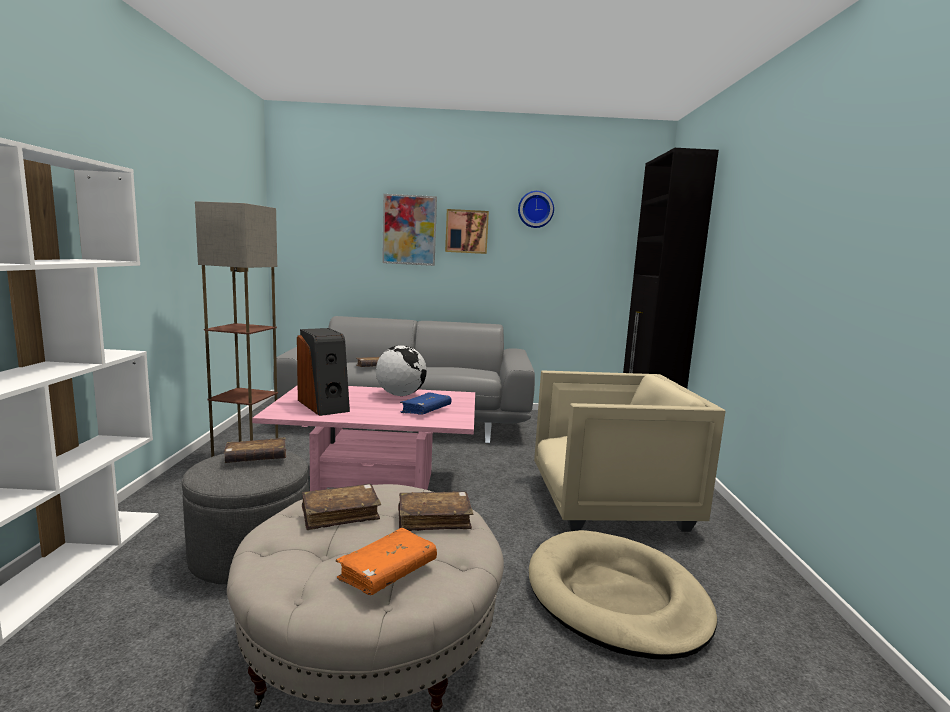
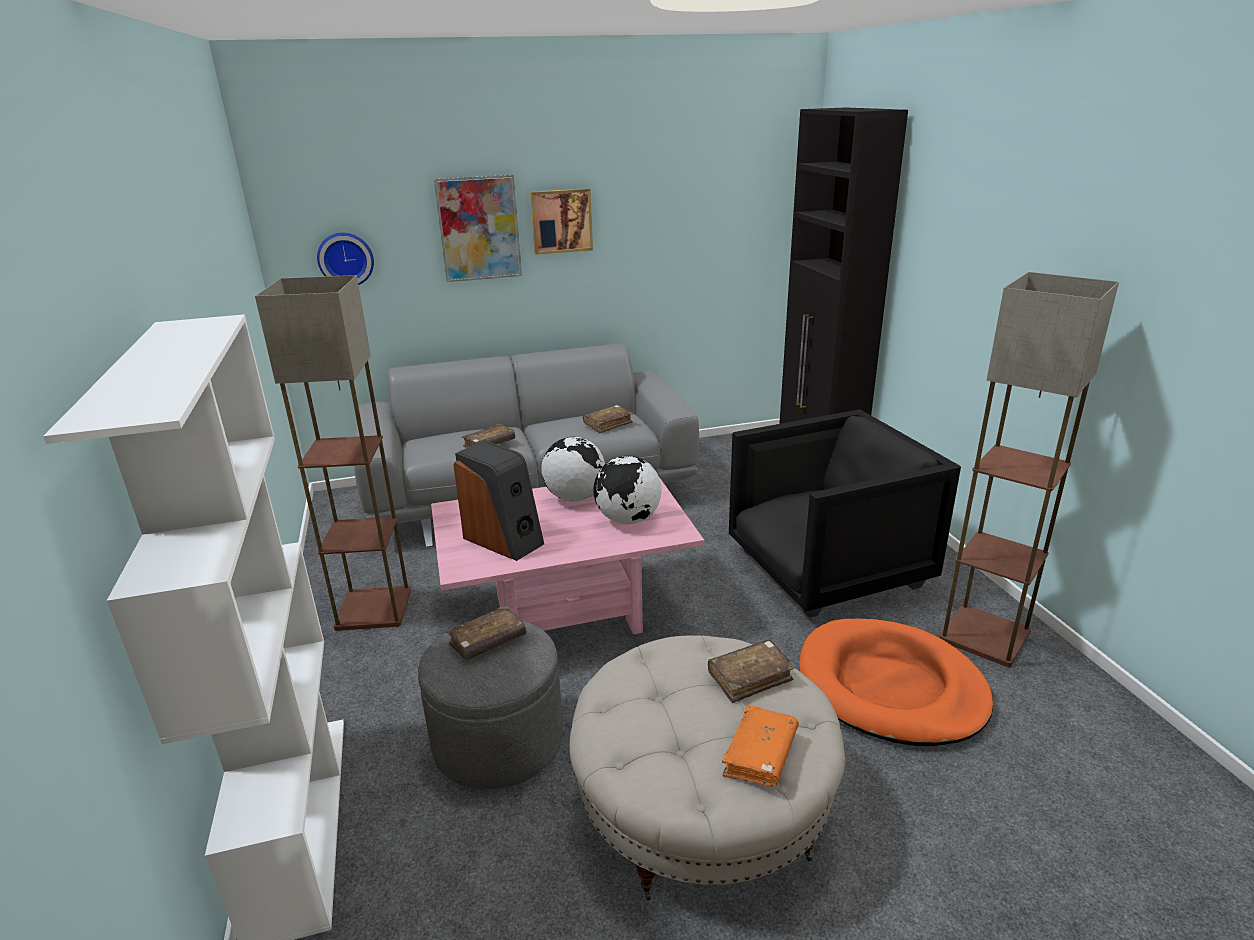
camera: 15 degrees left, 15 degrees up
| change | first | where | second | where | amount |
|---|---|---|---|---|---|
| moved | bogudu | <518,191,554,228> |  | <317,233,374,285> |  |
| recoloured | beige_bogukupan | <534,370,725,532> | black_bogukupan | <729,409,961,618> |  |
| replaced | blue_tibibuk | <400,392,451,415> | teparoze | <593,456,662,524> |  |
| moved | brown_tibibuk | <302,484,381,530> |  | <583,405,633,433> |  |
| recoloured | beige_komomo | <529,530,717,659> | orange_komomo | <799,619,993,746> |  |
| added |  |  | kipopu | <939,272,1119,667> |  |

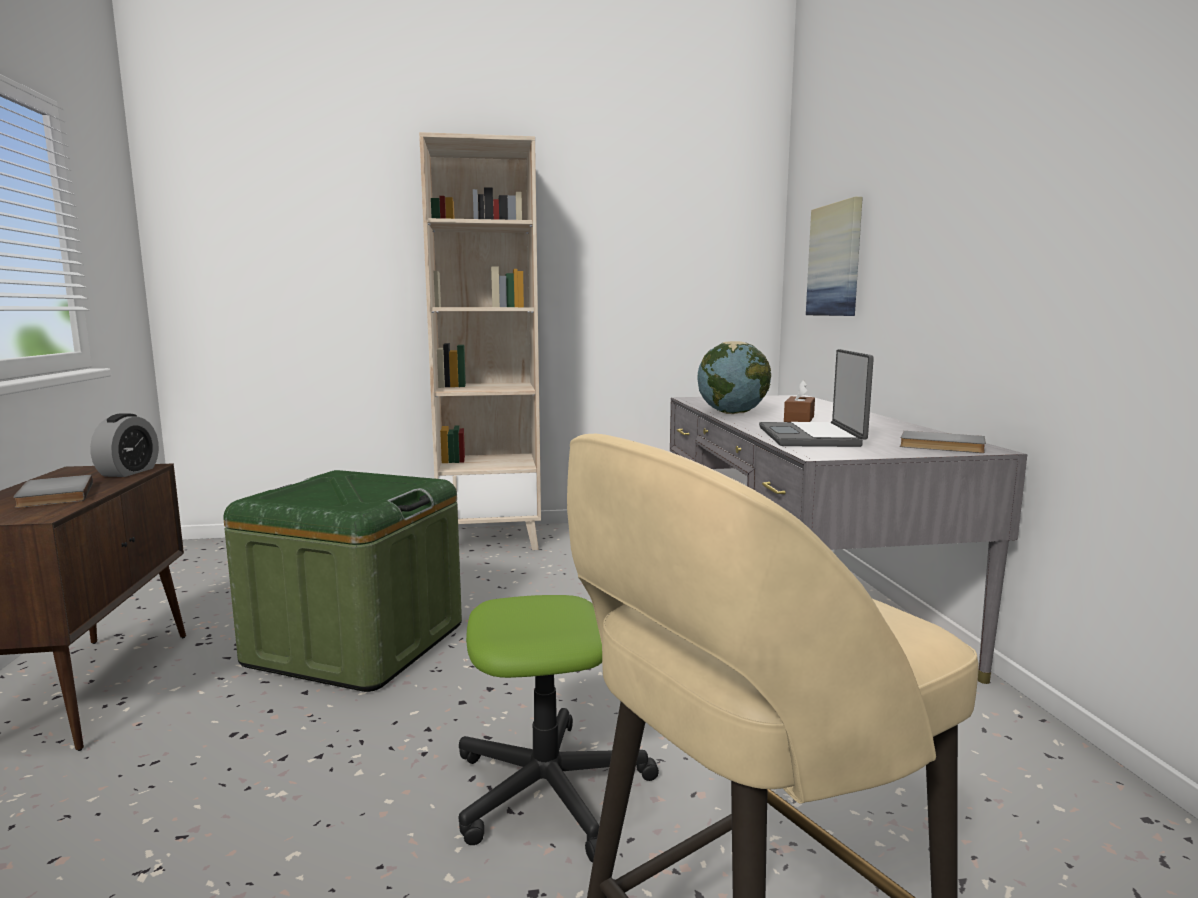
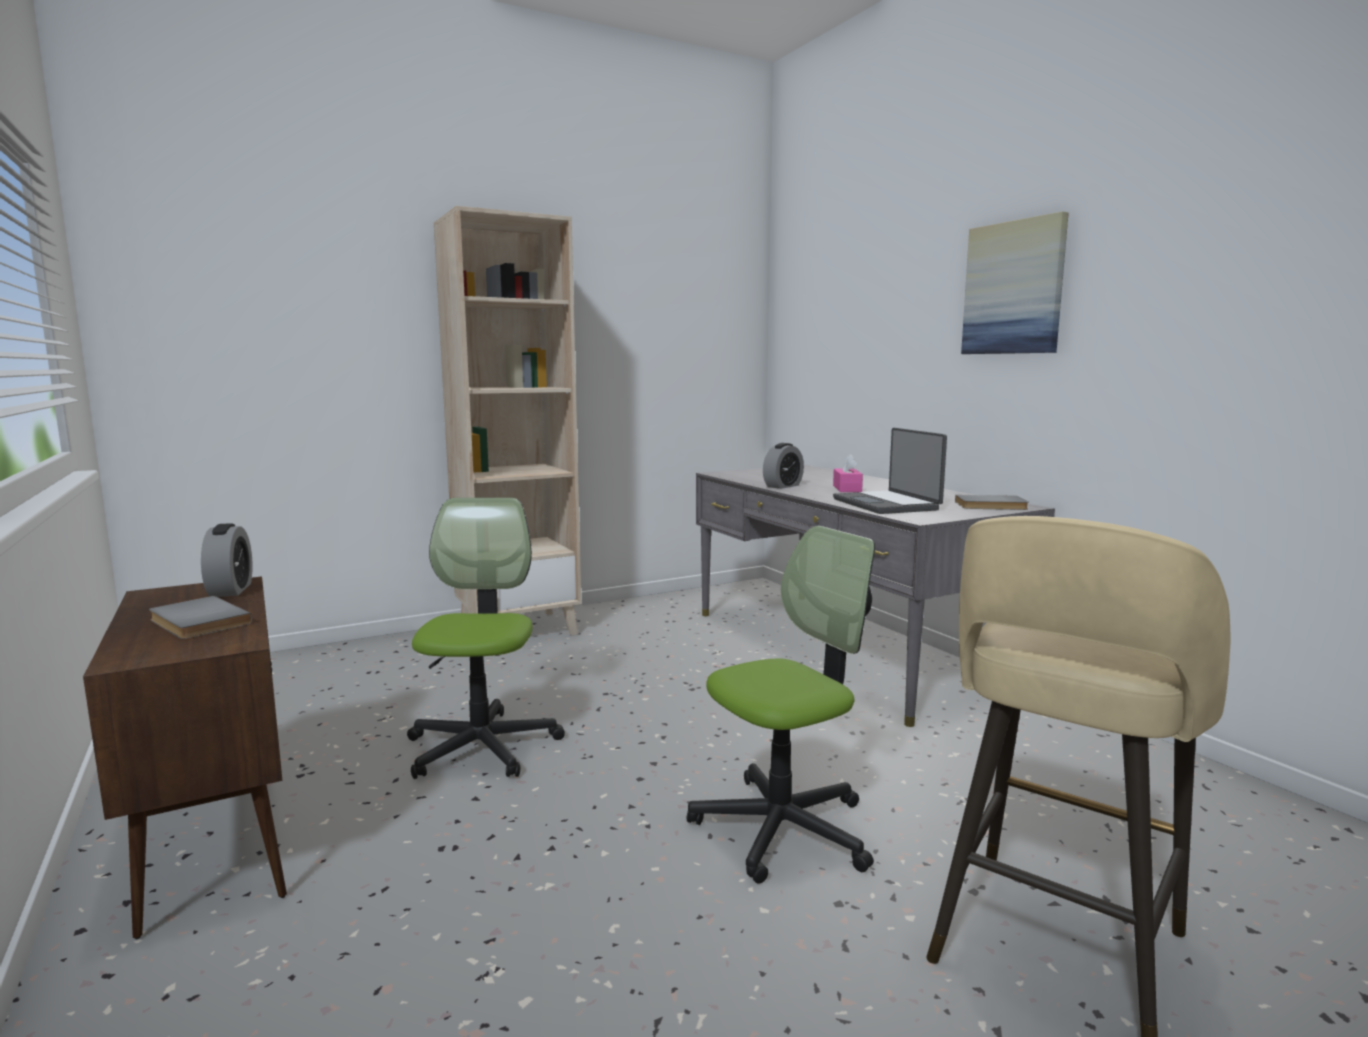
camera: 20 degrees left, 0 degrees up
| change | first | where | second | where | amount |
|---|---|---|---|---|---|
| moved | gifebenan | <806,197,863,316> |  | <961,211,1069,354> |  |
| replaced | teparoze | <697,341,771,414> | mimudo | <763,443,804,489> |  |
| recoloured | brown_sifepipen | <784,380,815,422> | pink_sifepipen | <833,454,863,492> |  |
| replaced | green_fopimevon | <223,470,462,692> | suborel | <407,498,565,779> |  |

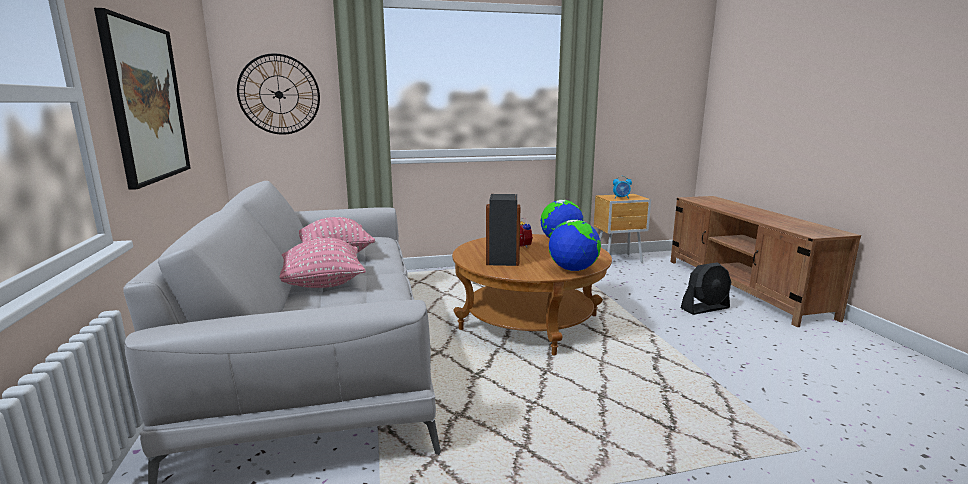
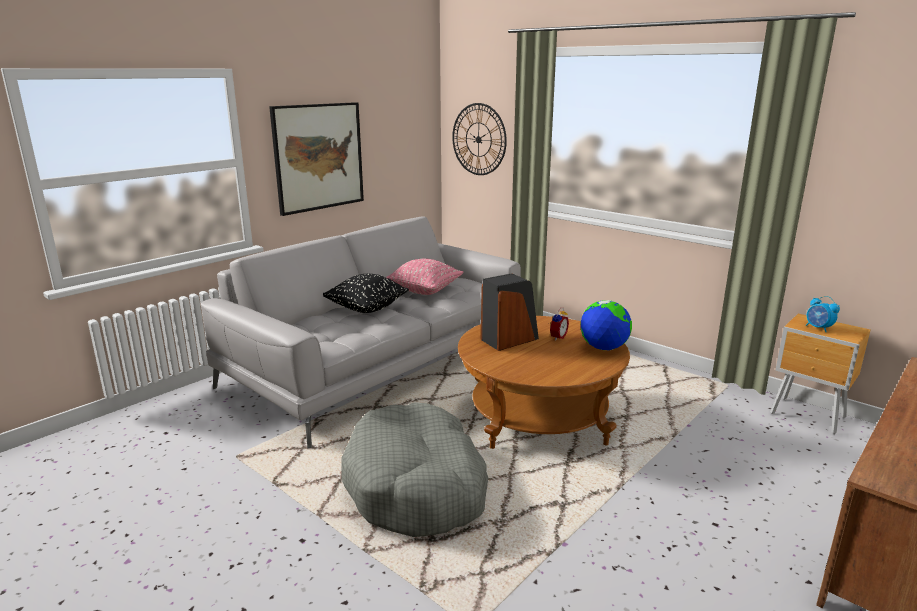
camera: 55 degrees right, 5 degrees up
| change | first | where | second | where | amount |
|---|---|---|---|---|---|
| removed | teparoze | <549,220,601,271> |  |  |  |
| recoloured | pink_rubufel | <279,238,366,288> | black_rubufel | <323,274,409,313> |  |
| removed | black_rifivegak | <681,262,731,315> |  |  |  |
| added |  |  | grey_komomo | <341,402,488,537> |  |

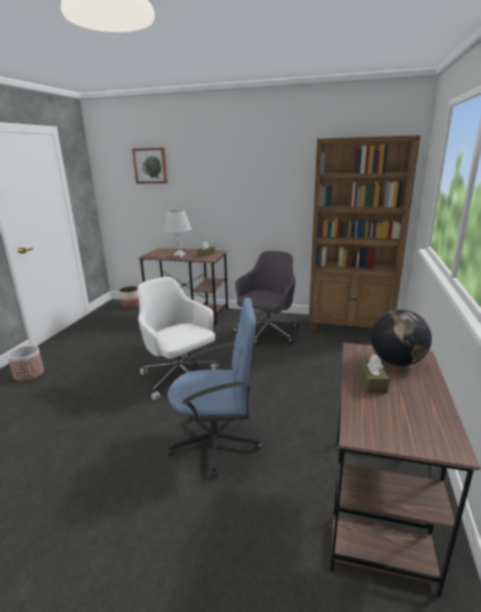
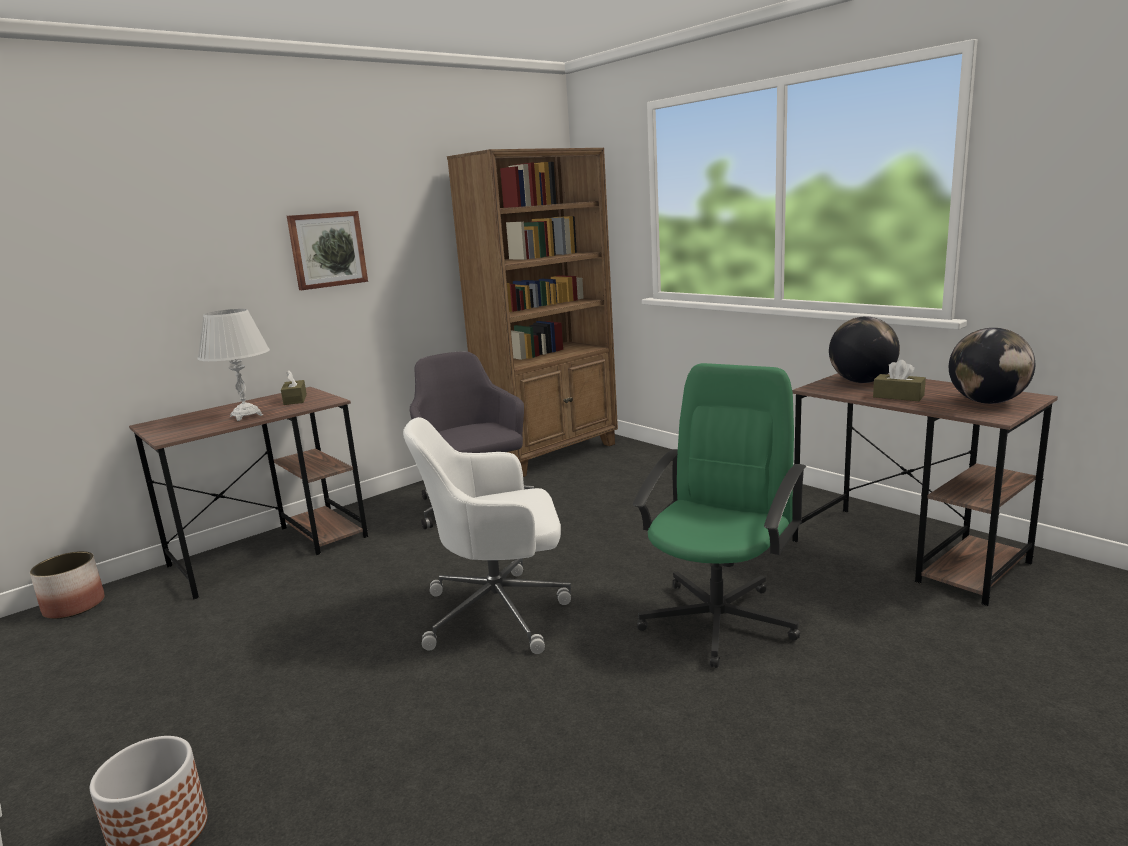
camera: 55 degrees left, 5 degrees down
| change | first | where | second | where | amount |
|---|---|---|---|---|---|
| moved | gifebenan | <132,148,167,184> |  | <287,211,368,290> |  |
| recoloured | blue_suborel | <168,298,262,478> | green_suborel | <633,363,806,668> |  |
| added |  |  | teparoze | <949,328,1035,404> |  |

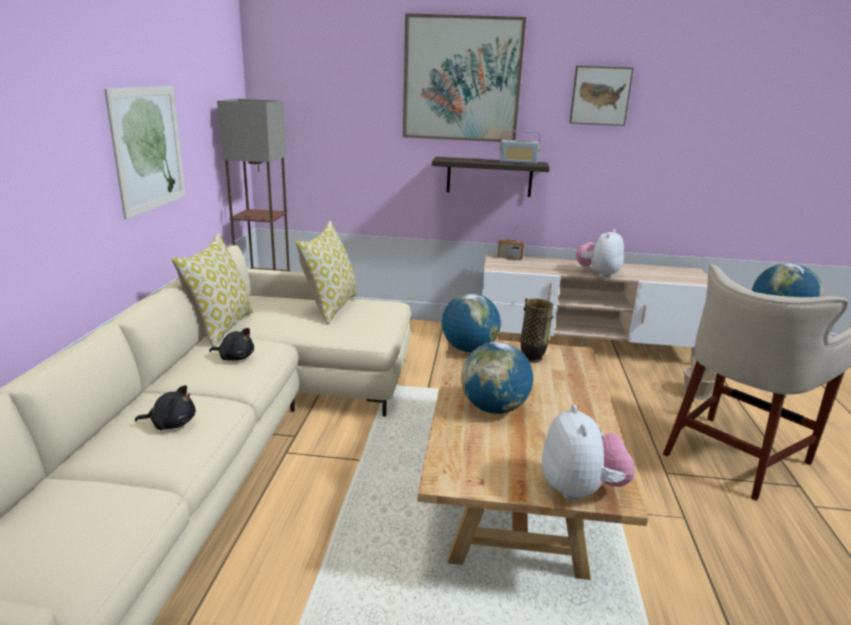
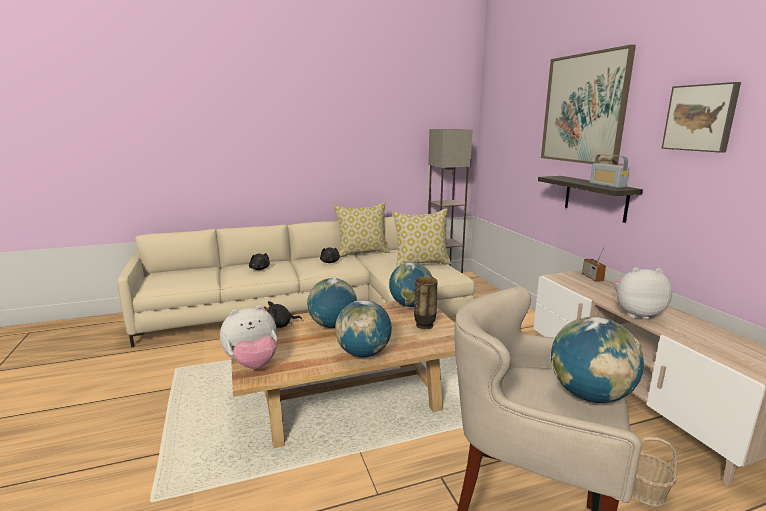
camera: 65 degrees right, 5 degrees down
| change | first | where | second | where | amount |
|---|---|---|---|---|---|
| removed | gifebenan | <104,86,186,219> |  |  |  |
| added |  |  | teparoze | <335,300,392,357> |  |
| added |  |  | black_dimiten | <264,301,302,328> |  |

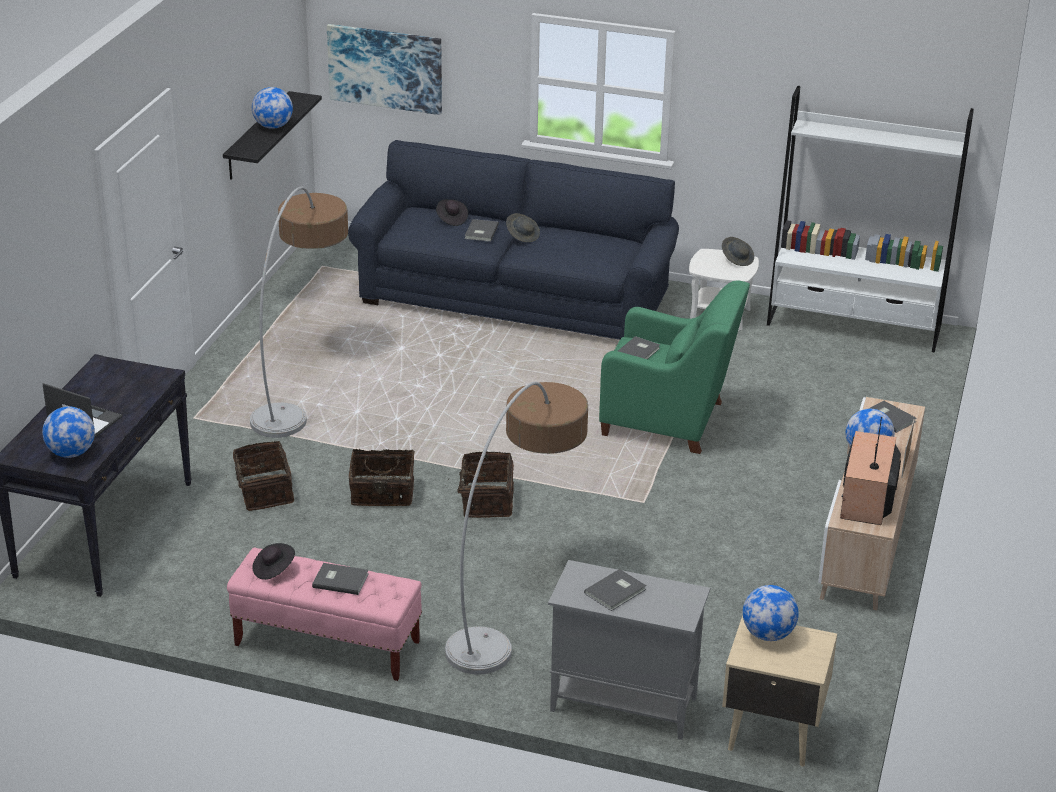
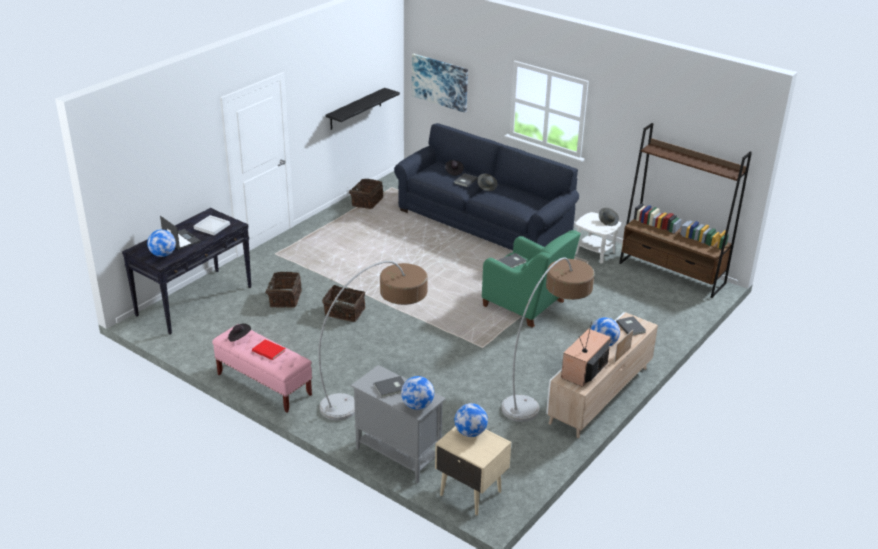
camera: 20 degrees right, 0 degrees up
| change | first | where | second | where | amount |
|---|---|---|---|---|---|
| recoloured | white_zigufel | <767,86,974,353> | brown_zigufel | <619,123,752,298> |  |
| moved | teparoze | <252,87,293,129> |  | <401,376,434,410> |  |
| moved | kipopu | <250,186,348,438> |  | <501,257,595,422> |  |
| moved | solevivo | <446,451,514,518> |  | <349,179,383,209> |  |
| recoloured | grey_tibibuk | <312,563,369,595> | red_tibibuk | <252,339,286,360> |  |
| added |  |  | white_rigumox | <193,215,230,235> |  |

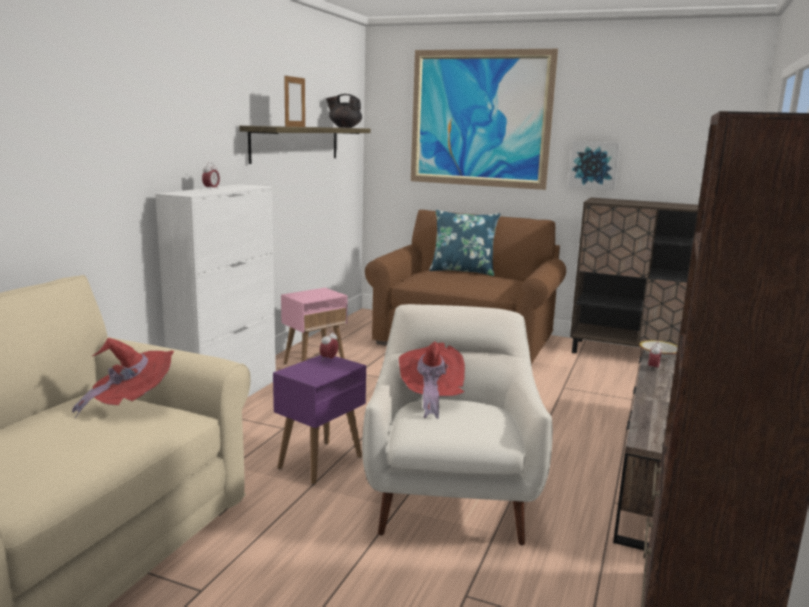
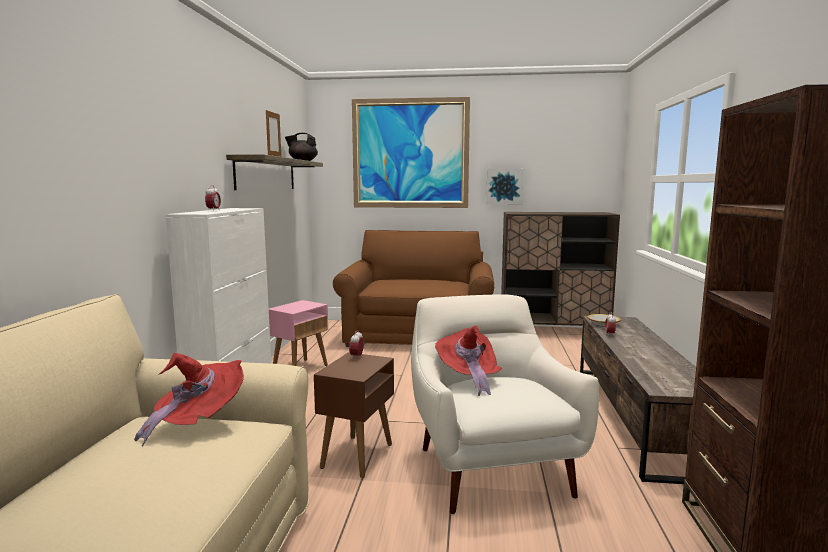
camera: 15 degrees left, 5 degrees down
| change | first | where | second | where | amount |
|---|---|---|---|---|---|
| removed | blue_rubufel | <429,210,500,276> |  |  |  |
| recoloured | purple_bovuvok | <273,355,366,485> | brown_bovuvok | <314,352,394,478> |  |

